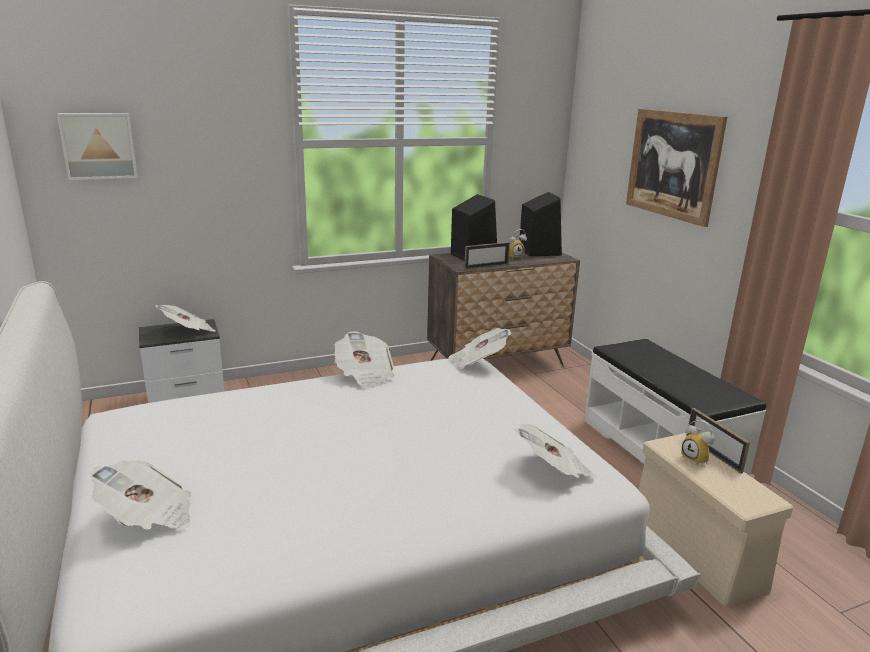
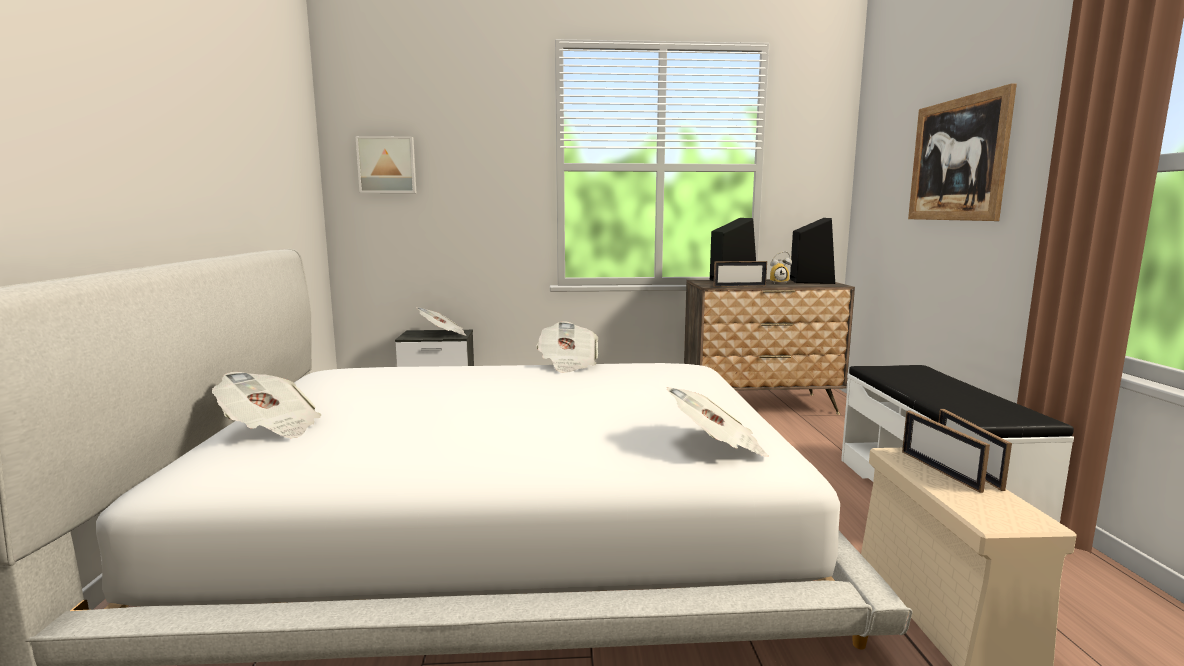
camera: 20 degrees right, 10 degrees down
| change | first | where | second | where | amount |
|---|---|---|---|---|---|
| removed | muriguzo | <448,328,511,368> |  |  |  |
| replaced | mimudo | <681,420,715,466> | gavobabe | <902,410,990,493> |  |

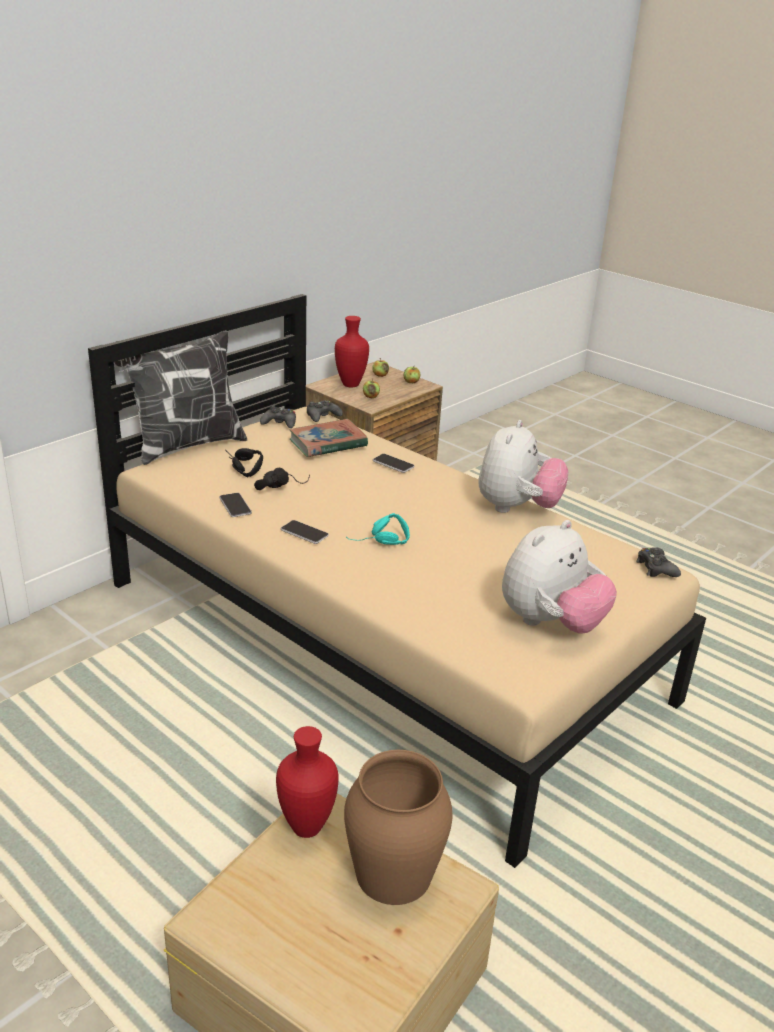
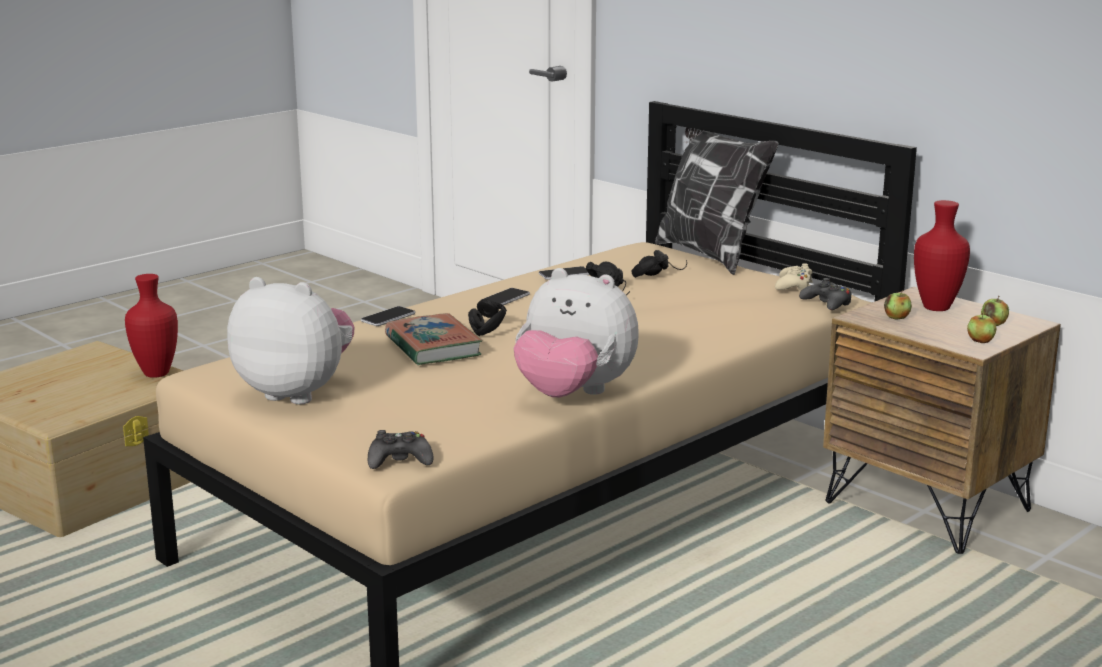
camera: 95 degrees right, 10 degrees down
| change | first | where | second | where | amount |
|---|---|---|---|---|---|
| recoloured | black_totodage | <260,405,296,428> | beige_totodage | <775,263,813,291> |  |
| moved | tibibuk | <289,419,368,457> |  | <385,313,482,365> |  |
| moved | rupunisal | <373,454,415,473> |  | <361,306,415,326> |  |
| recoloured | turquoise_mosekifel | <346,513,410,545> | black_mosekifel | <468,299,507,336> |  |
| turned | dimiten | <502,520,617,634> |  | <227,277,355,404> | 150 degrees clockwise |
| removed | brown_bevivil | <344,750,453,905> |  |  |  |

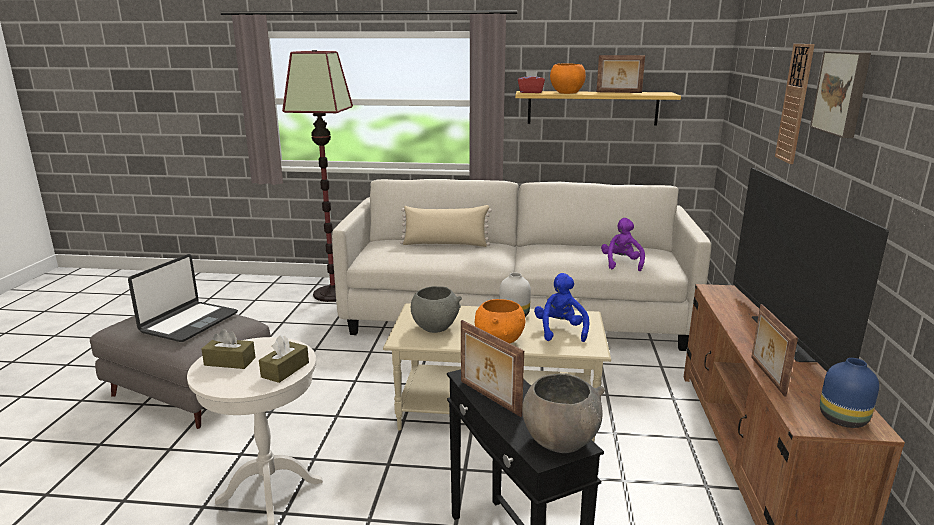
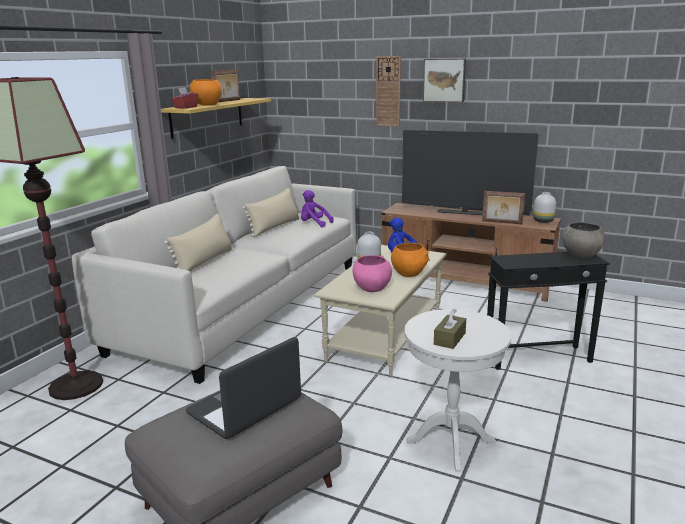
camera: 70 degrees left, 0 degrees up
| change | first | where | second | where | amount |
|---|---|---|---|---|---|
| turned | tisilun | <128,254,238,342> |  | <185,337,301,439> | 90 degrees counterclockwise |
| recoloured | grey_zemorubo | <411,286,462,333> | pink_zemorubo | <353,255,392,292> |  |
| removed | gavobabe | <461,320,524,417> |  |  |  |
| removed | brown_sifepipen | <259,335,309,383> |  |  |  |
| recoloured | blue_bevivil | <820,358,879,428> | white_bevivil | <533,192,556,223> |  |
| added |  |  | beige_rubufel | <242,188,299,237> |  |

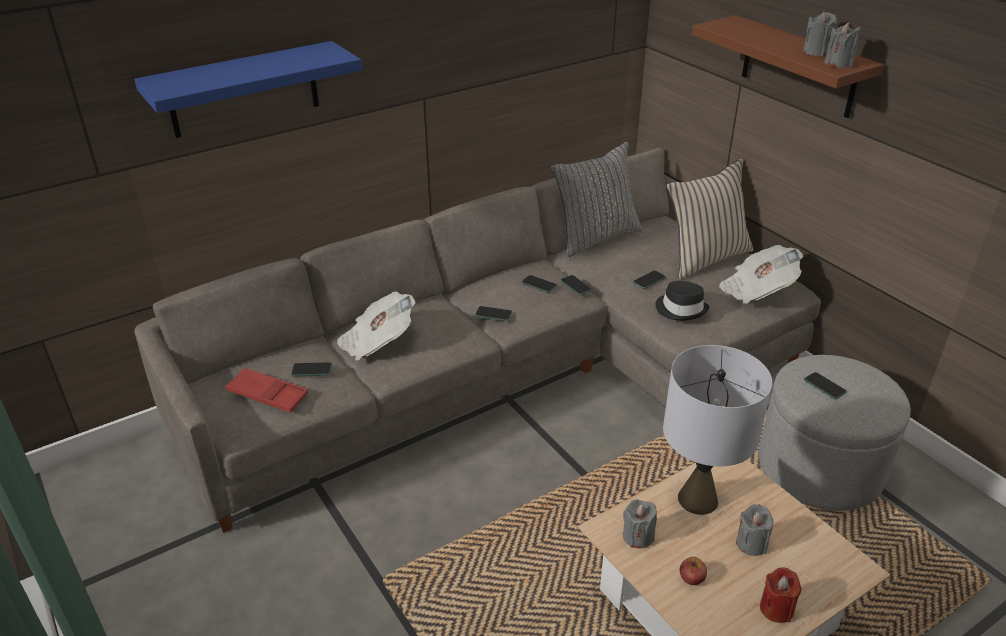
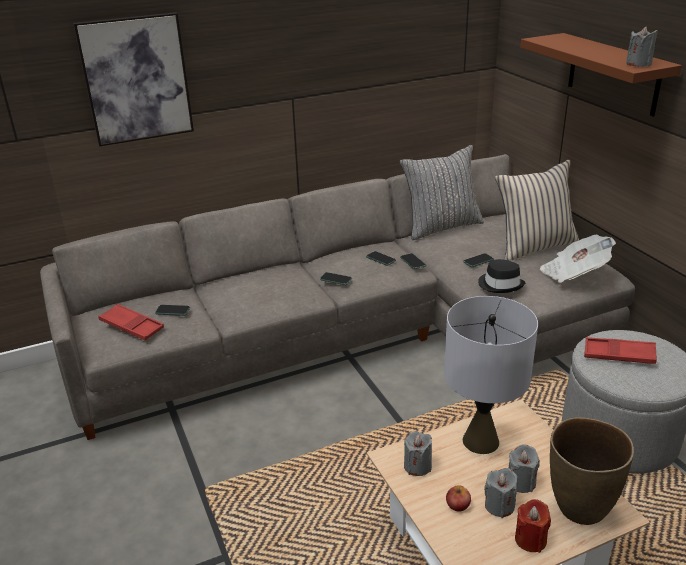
camera: 10 degrees right, 5 degrees down
| change | first | where | second | where | amount |
|---|---|---|---|---|---|
| moved | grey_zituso | <803,12,837,56> |  | <484,468,518,518> |  |
| replaced | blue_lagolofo | <134,41,362,138> | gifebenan | <73,12,194,146> |  |
| removed | muriguzo | <337,291,416,361> |  |  |  |
| replaced | rupunisal | <804,372,847,399> | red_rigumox | <584,337,657,364> |  |
| added |  |  | brown_bevivil | <550,417,634,525> |  |

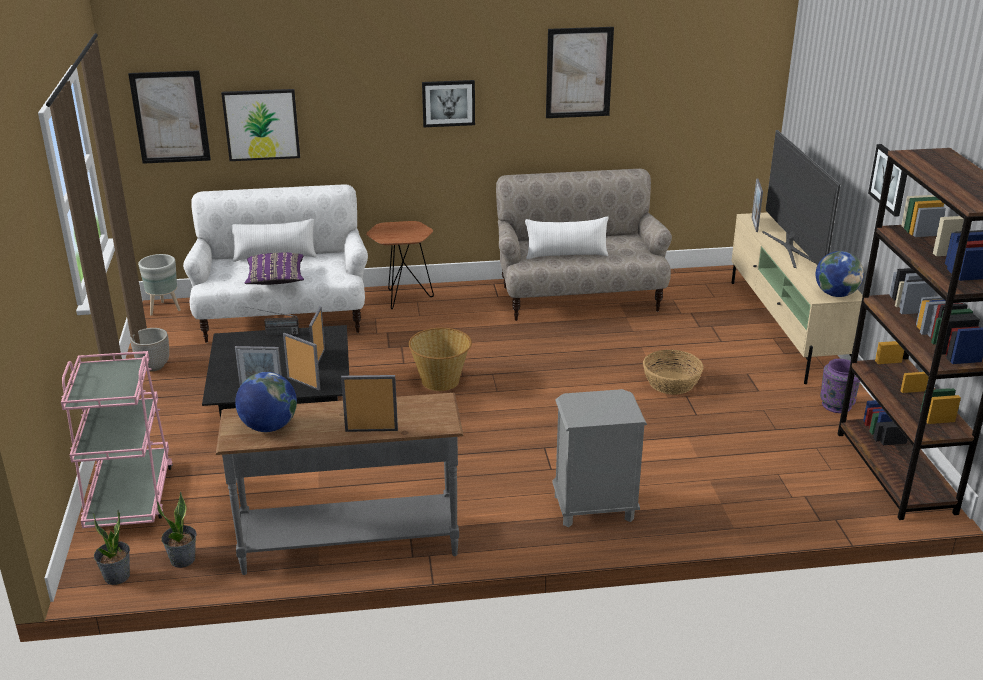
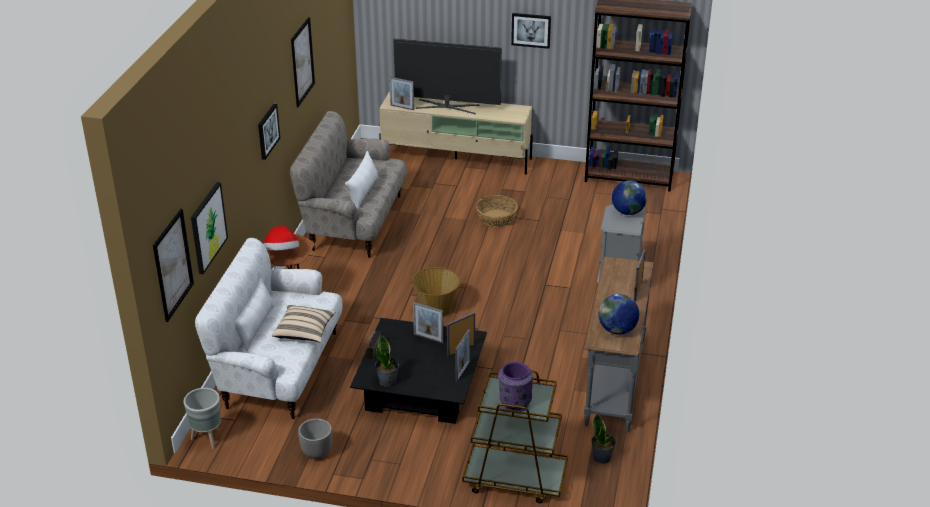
camera: 70 degrees left, 5 degrees up
| change | first | where | second | where | amount |
|---|---|---|---|---|---|
| moved | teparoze | <816,251,864,297> |  | <612,180,647,215> |  |
| recoloured | purple_rubufel | <244,253,304,285> | beige_rubufel | <272,305,336,342> |  |
| recoloured | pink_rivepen | <61,351,173,528> | brown_rivepen | <462,370,568,503> |  |
| moved | purple_bevivil | <820,359,860,413> |  | <498,362,533,411> |  |
| moved | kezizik | <93,510,130,585> |  | <375,336,399,387> |  |
| added |  |  | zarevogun | <263,226,299,251> |  |

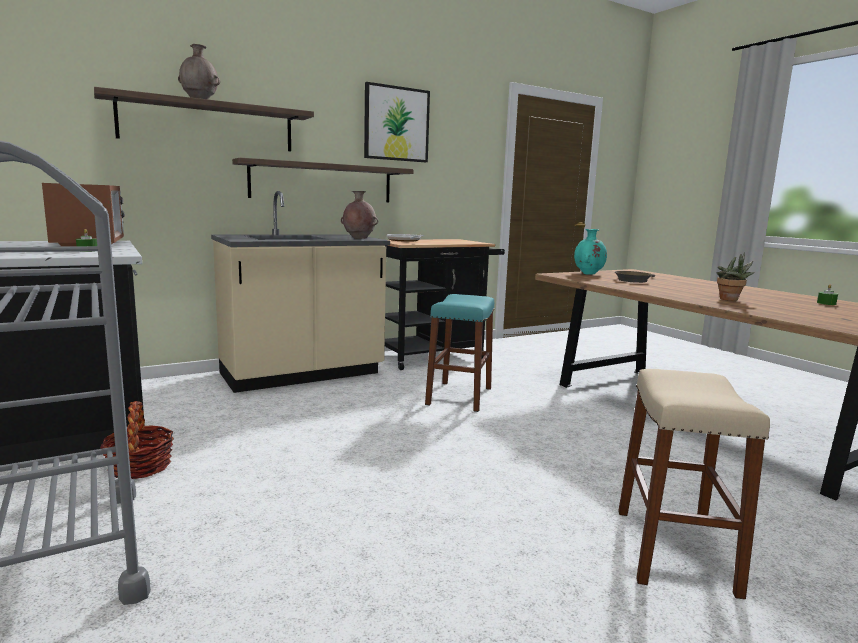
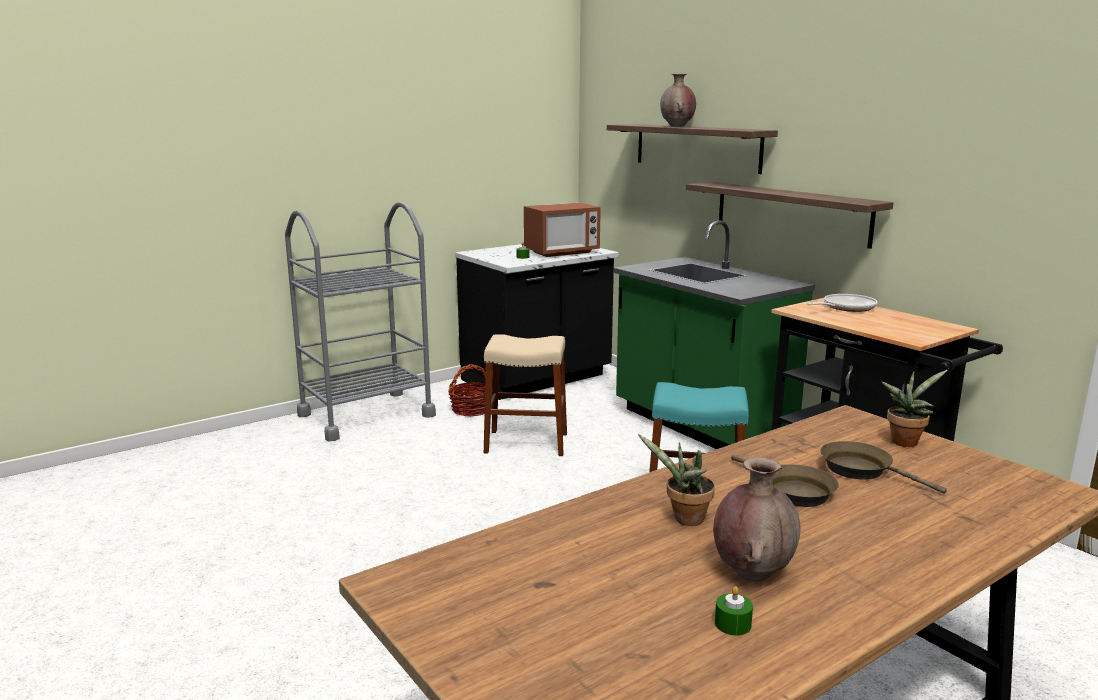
camera: 85 degrees right, 5 degrees up
| change | first | where | second | where | amount |
|---|---|---|---|---|---|
| removed | gifebenan | <364,82,430,162> |  |  |  |
| recoloured | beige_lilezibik | <211,191,390,393> | green_lilezibik | <613,220,815,449> |  |
| moved | brown_bevivil | <341,191,378,239> |  | <713,458,801,582> |  |
| replaced | turquoise_bevivil | <574,229,607,275> | kezizik | <882,370,947,447> |  |
| moved | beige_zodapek | <618,369,770,599> |  | <484,334,567,456> |  |
| added |  |  | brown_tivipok | <731,455,839,507> |  |

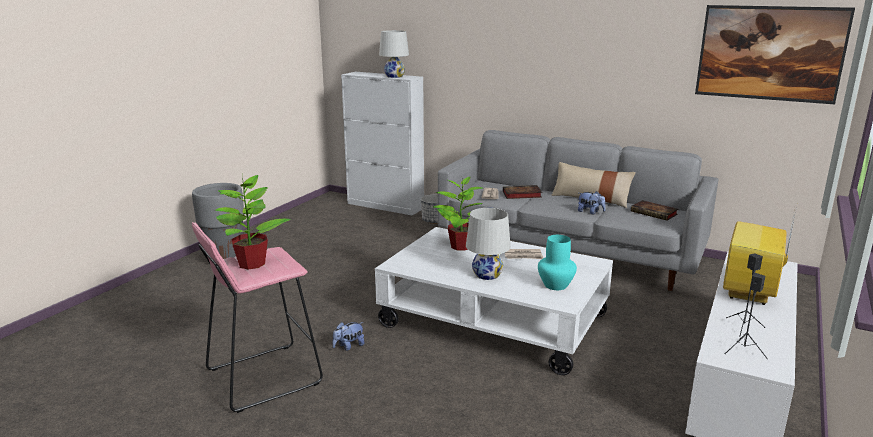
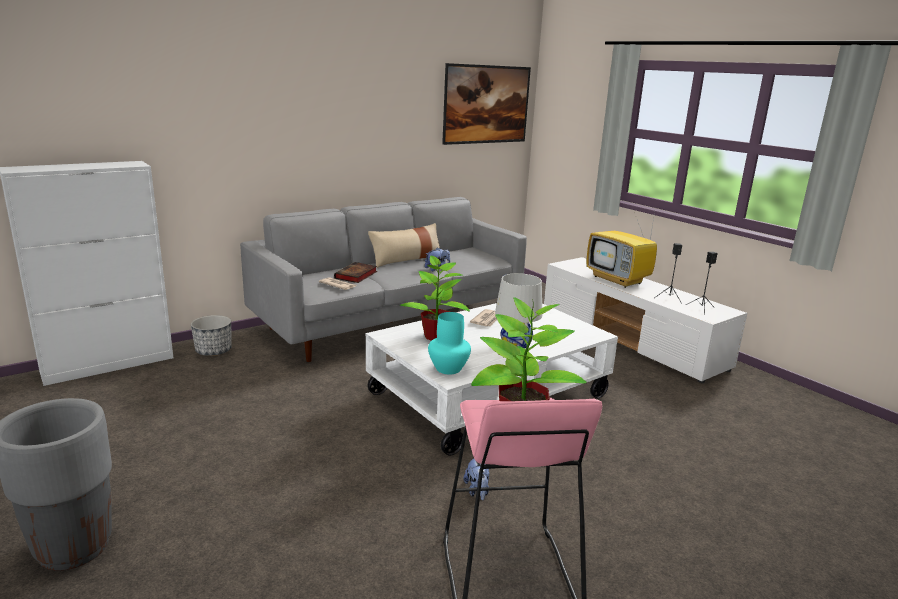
camera: 65 degrees left, 0 degrees up
| change | first | where | second | where | amount |
|---|---|---|---|---|---|
| removed | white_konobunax | <379,30,409,78> |  |  |  |
| removed | tibibuk | <631,200,679,221> |  |  |  |
| moved | turquoise_bevivil | <538,235,577,290> |  | <428,312,471,375> |  |

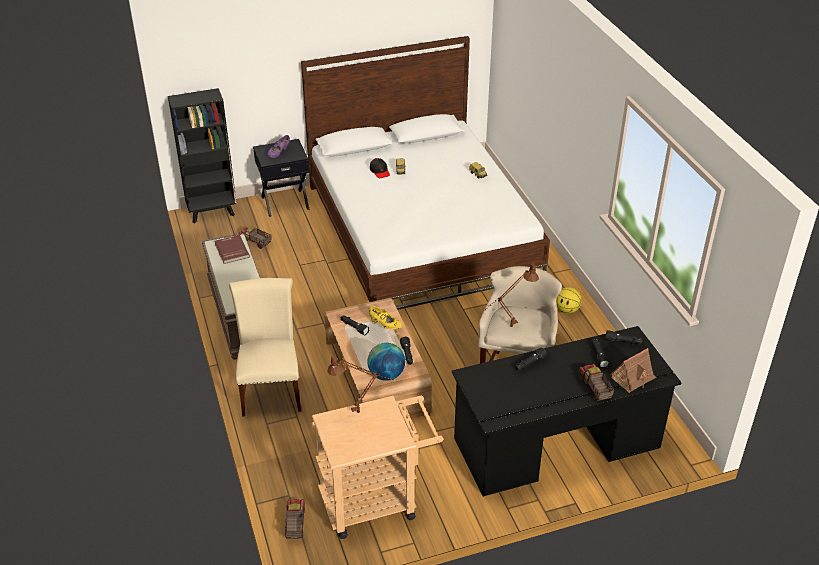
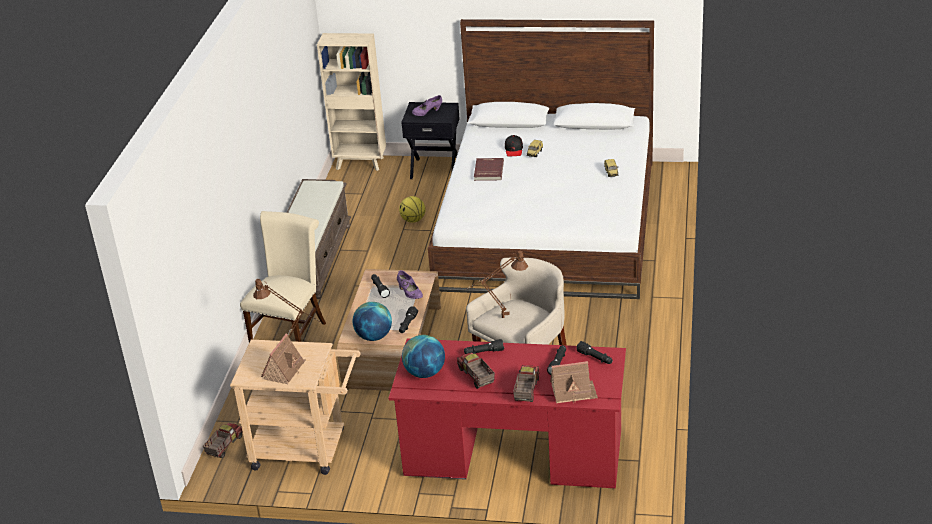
camera: 30 degrees right, 5 degrees down
| change | first | where | second | where | amount |
|---|---|---|---|---|---|
| recoloured | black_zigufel | <168,88,237,223> | beige_zigufel | <317,33,386,171> |  |
| moved | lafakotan | <239,227,272,249> |  | <457,352,495,389> |  |
| moved | red_tibibuk | <215,235,250,264> |  | <474,158,504,181> |  |
| moved | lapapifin | <556,287,582,313> |  | <399,196,426,223> |  |
| recoloured | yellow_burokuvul | <369,306,402,329> | purple_burokuvul | <397,270,423,299> |  |
| recoloured | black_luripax | <452,326,682,497> | red_luripax | <389,338,626,488> |  |
| added |  |  | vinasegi | <261,334,306,384> |  |
| added |  |  | teparoze | <402,335,445,378> |  |

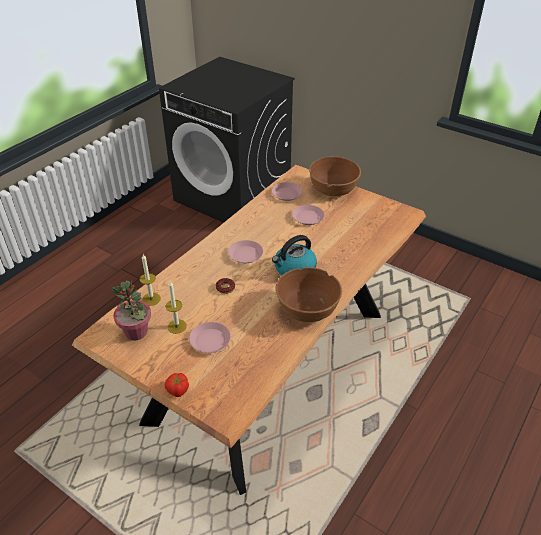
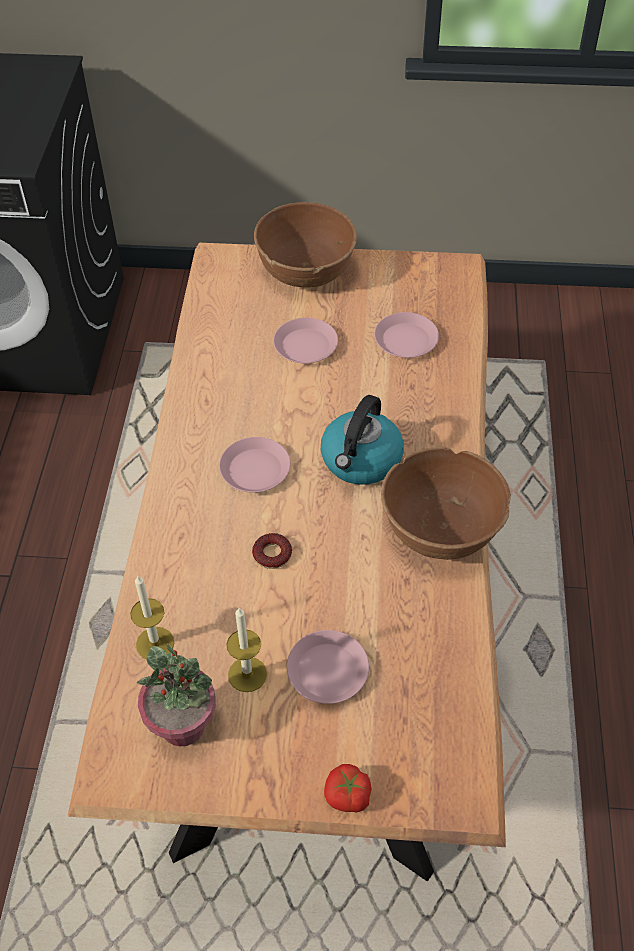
camera: 30 degrees left, 10 degrees up
| change | first | where | second | where | amount |
|---|---|---|---|---|---|
| moved | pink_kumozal | <272,182,303,201> |  | <374,312,439,358> |  |

